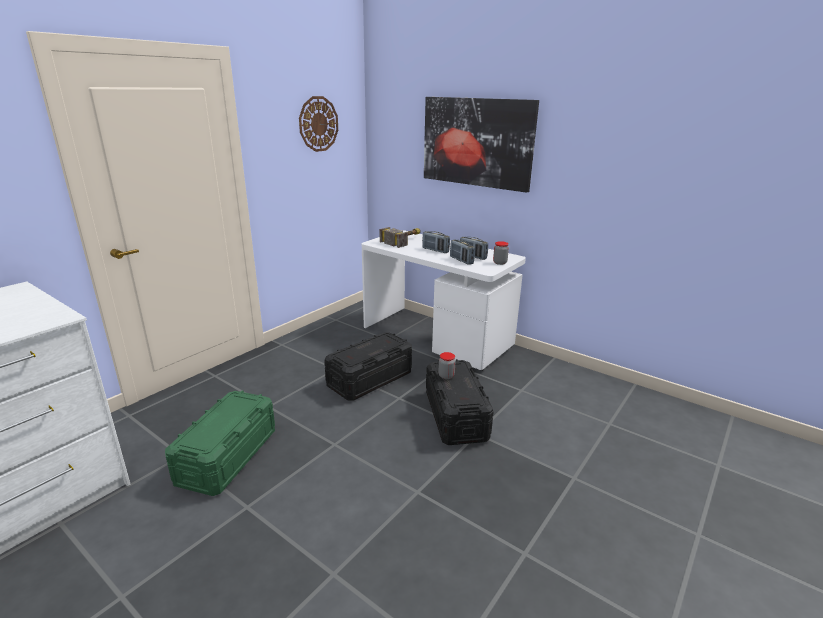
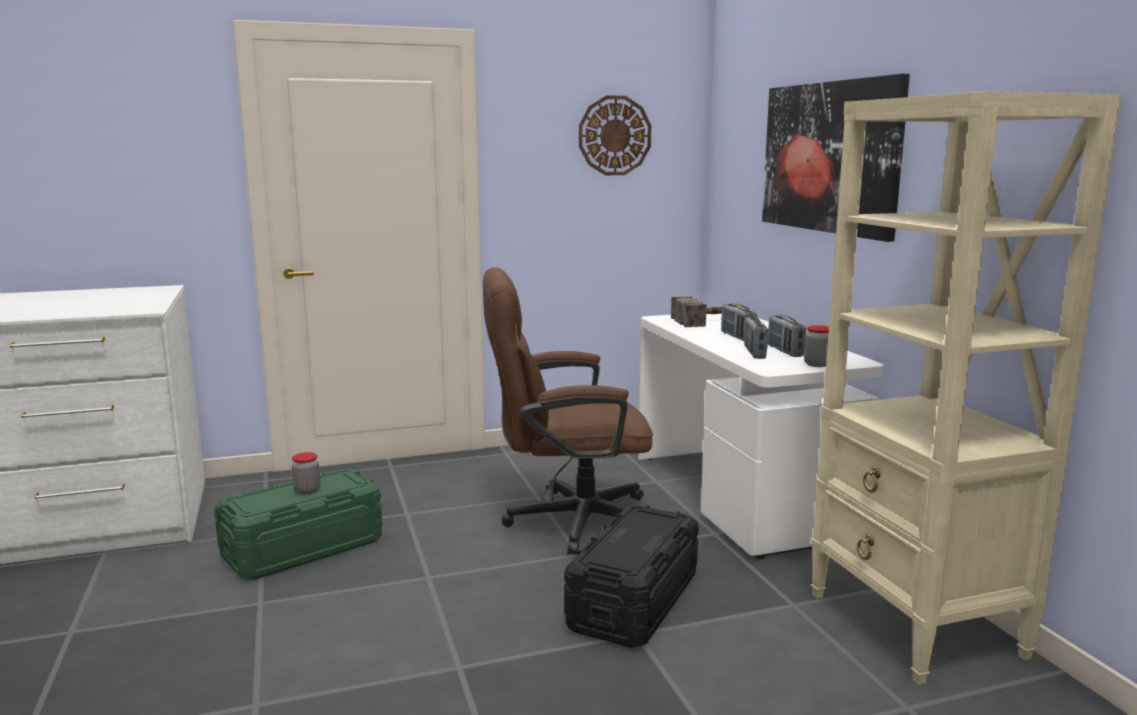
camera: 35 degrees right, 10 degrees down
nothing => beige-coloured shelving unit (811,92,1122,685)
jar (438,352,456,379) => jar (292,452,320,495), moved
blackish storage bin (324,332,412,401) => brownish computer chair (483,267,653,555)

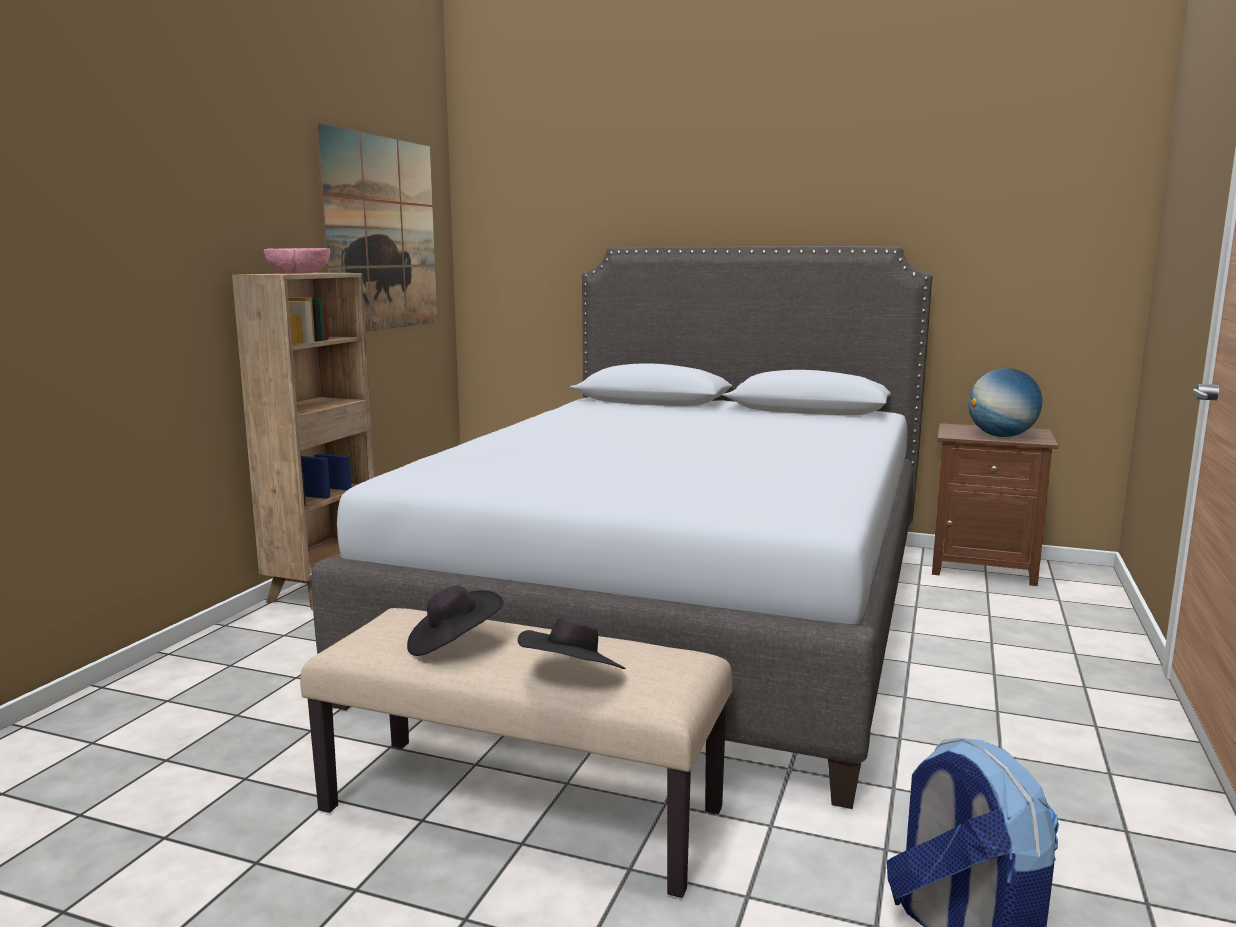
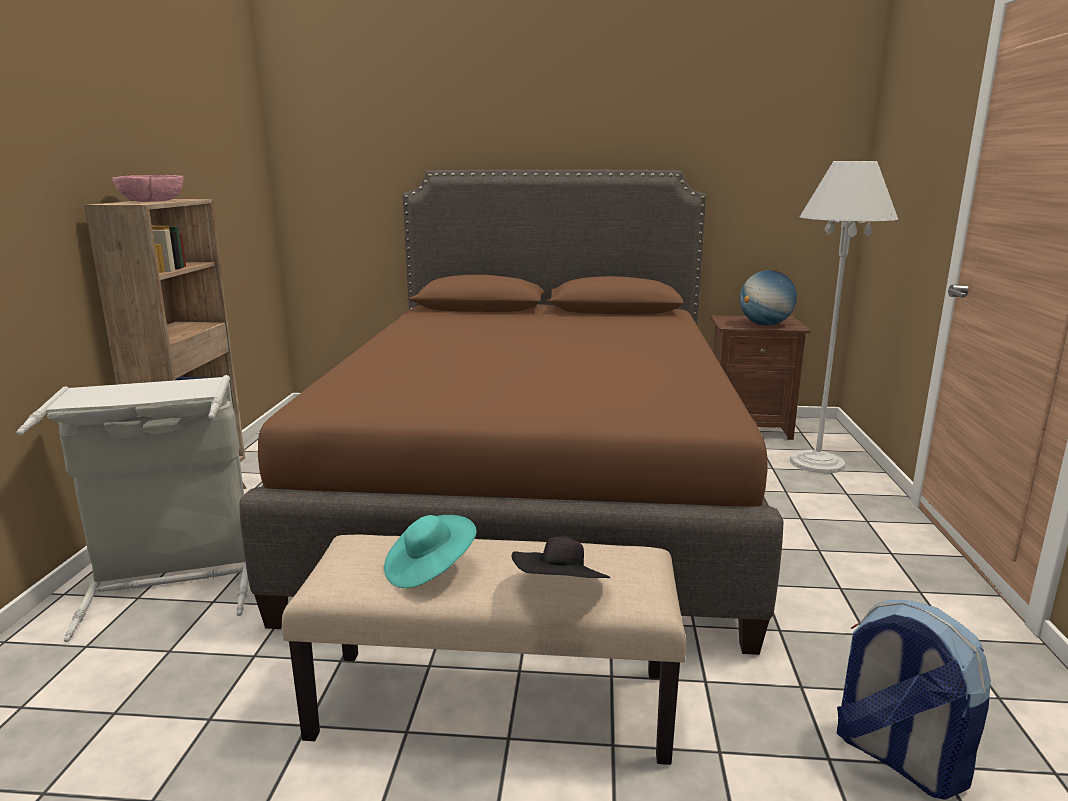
camera: 15 degrees left, 5 degrees up
wall art (316,123,437,331) => nothing
nothing => gray hamper (16,375,248,642)
nothing => white-coloured floor lamp (790,161,898,474)
gray sleeping bed (312,246,932,809) => brownish sleeping bed (239,170,783,655)
blackish clothing hat (407,586,503,656) => blue-green clothing hat (384,515,477,588)

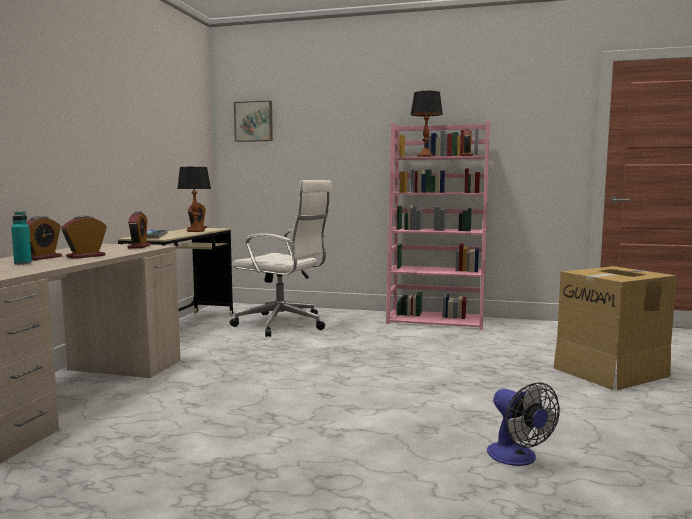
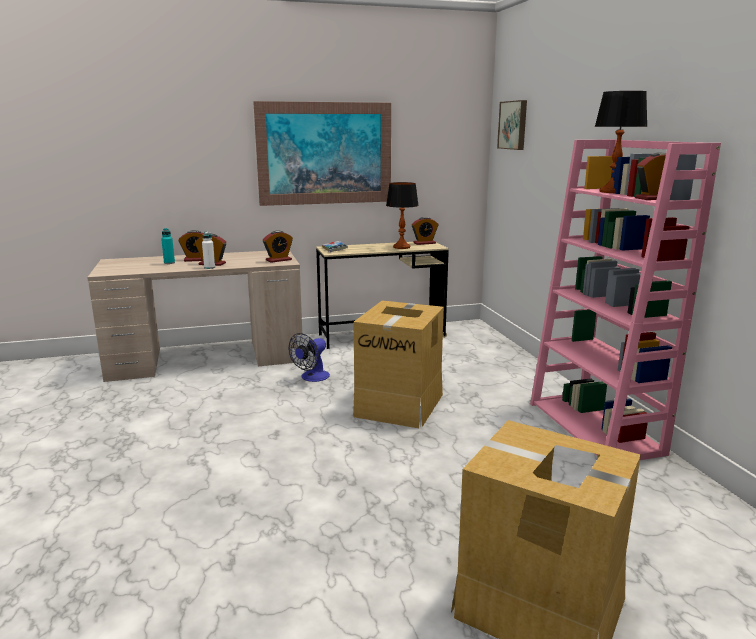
camera: 60 degrees right, 10 degrees up
white-coloured computer chair (230,180,332,337) => nothing
nothing => white-coloured bottle (202,232,215,269)
nothing => wall art (253,101,391,206)
nothing => cardboard box (353,301,444,428)
electric fan (487,382,560,466) => electric fan (289,333,330,382), moved

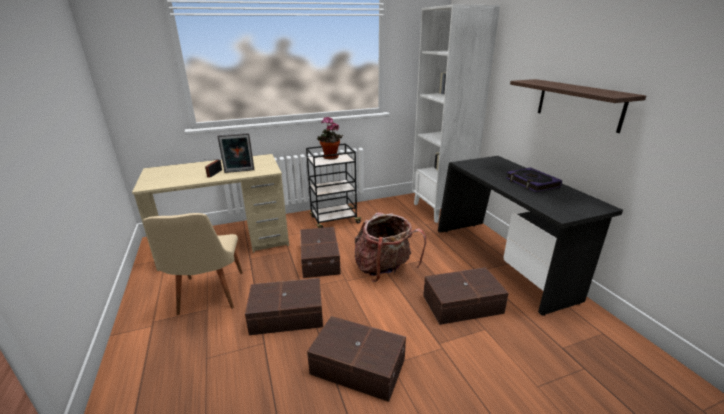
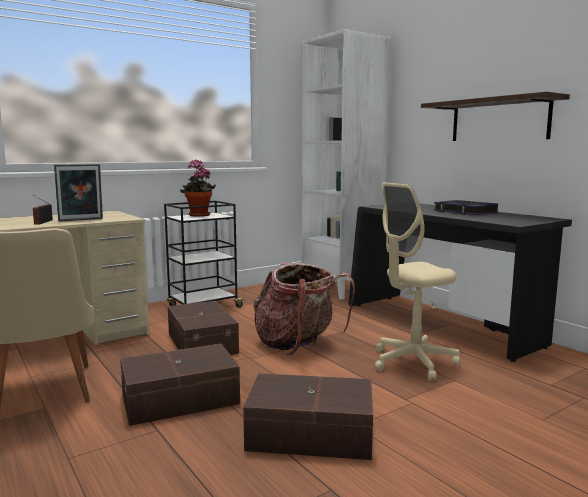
camera: 15 degrees left, 15 degrees down
brownish storage bin (423,267,509,325) => beige-coloured computer chair (375,182,460,381)

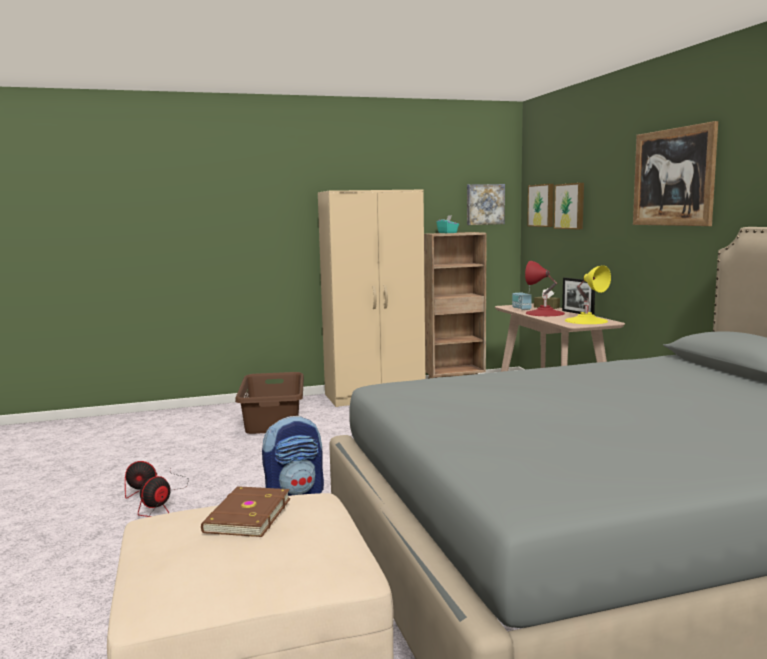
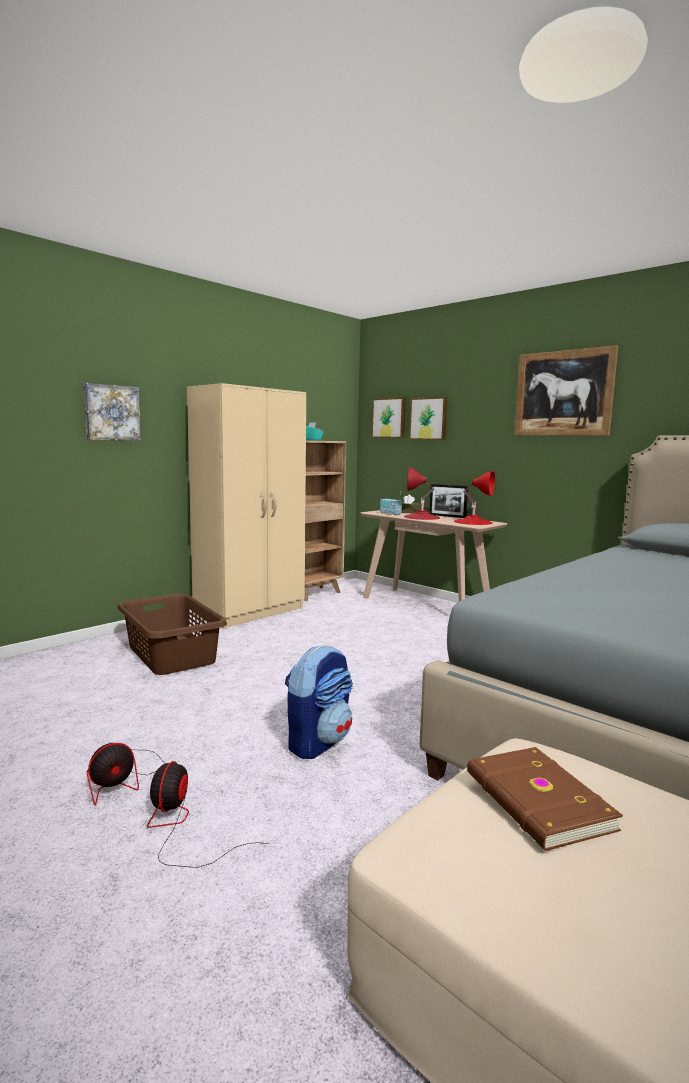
camera: 30 degrees left, 0 degrees up
wall art (467,184,505,225) => wall art (83,383,141,441), moved
yellow tabletop lamp (565,265,611,324) => reddish tabletop lamp (454,471,495,525)

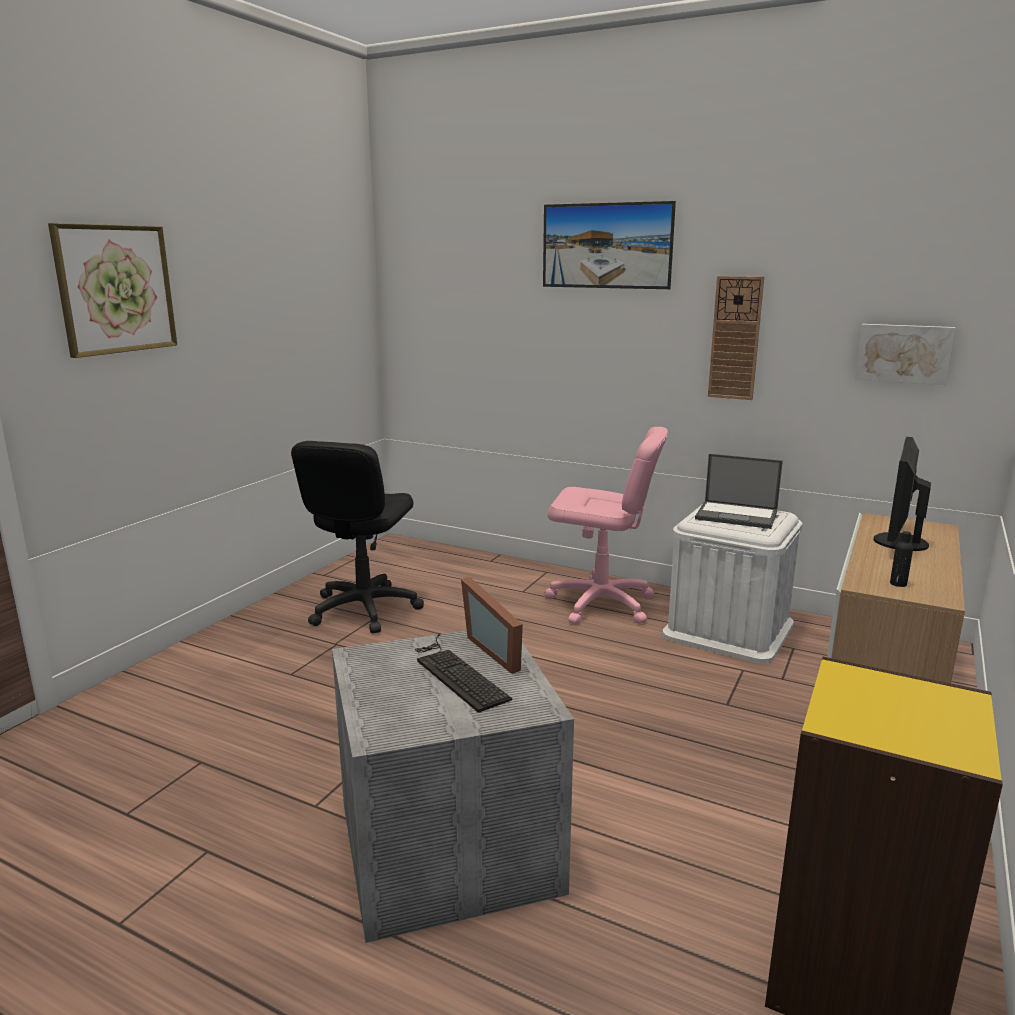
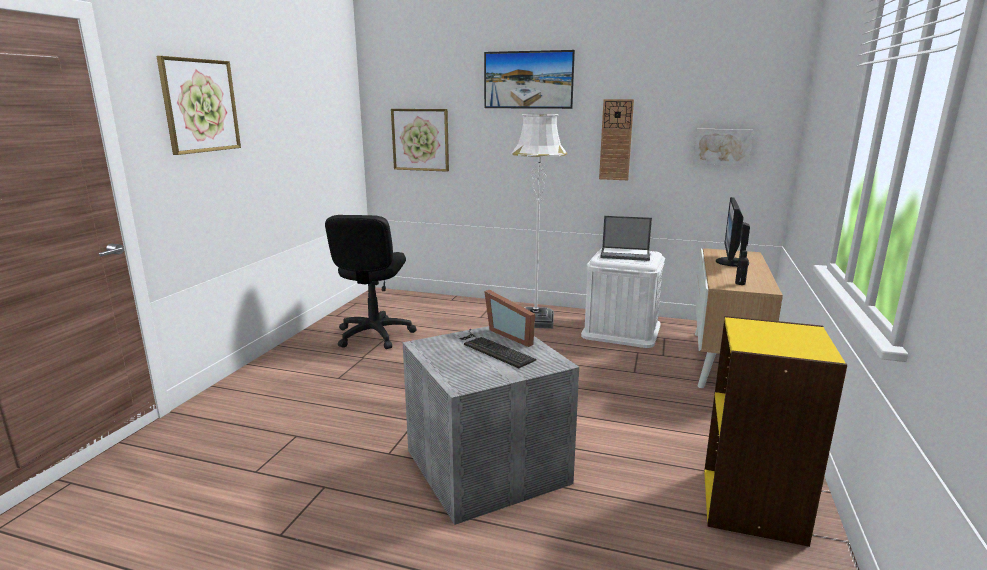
camera: 10 degrees left, 0 degrees up
nothing => wall art (391,109,449,172)
pinkish computer chair (544,427,668,625) => white-coloured floor lamp (511,114,567,329)

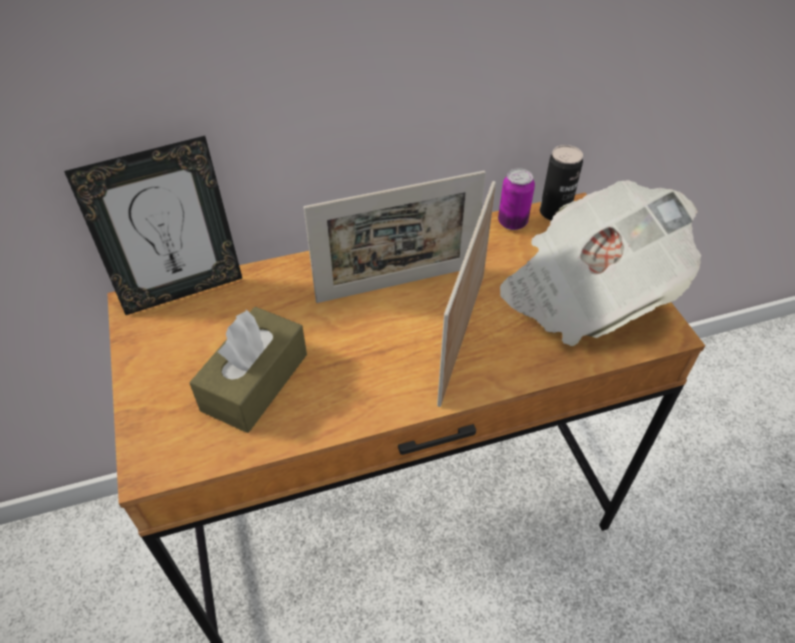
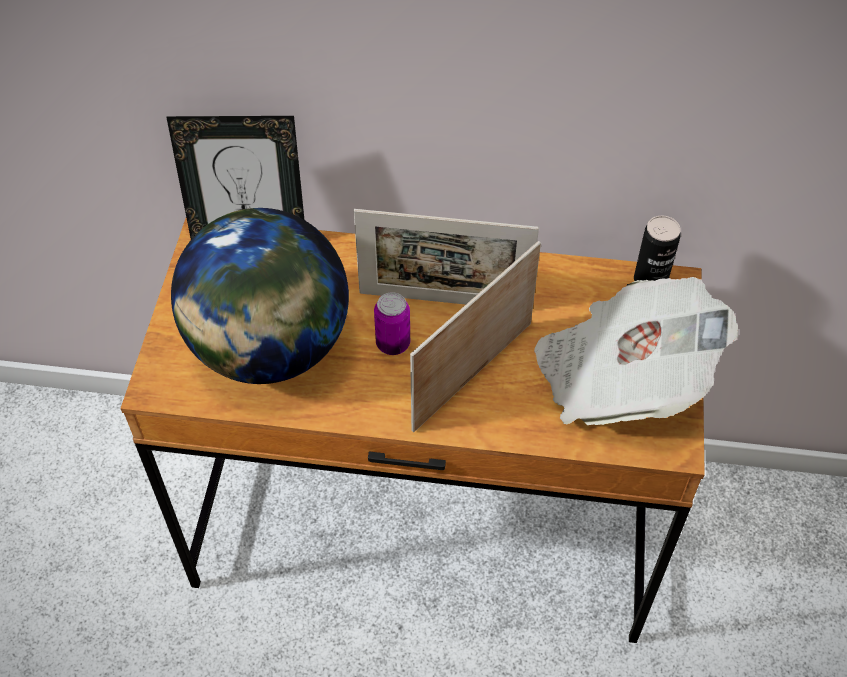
camera: 25 degrees right, 5 degrees up
sealed can (498,168,535,230) => sealed can (374,292,410,355), moved
brownish tissue box (189,307,307,433) => globe (171,208,349,384)

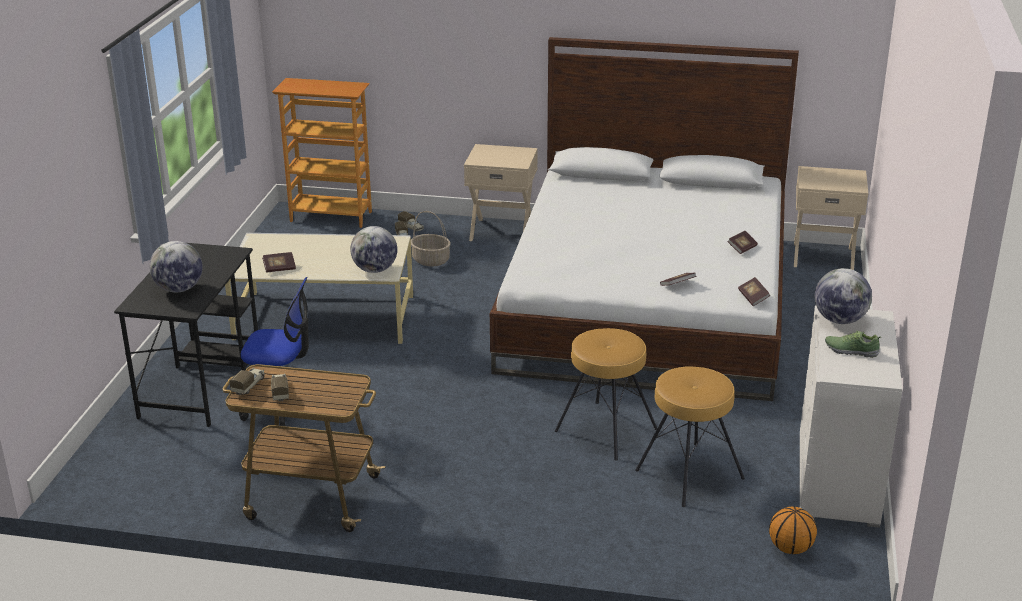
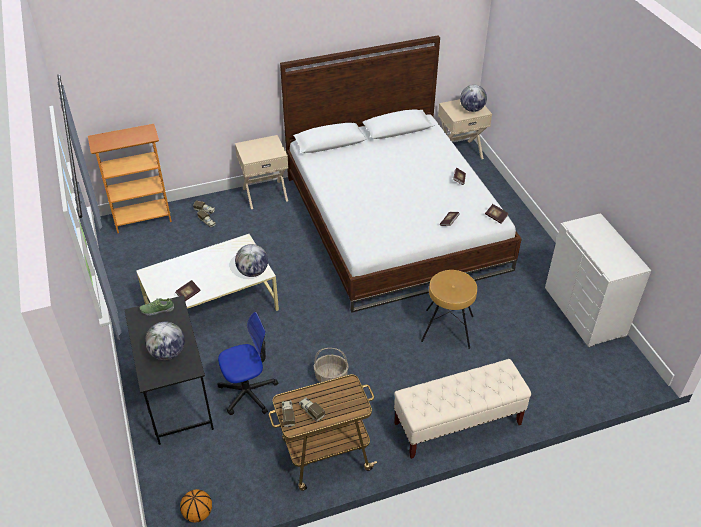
camera: 30 degrees left, 15 degrees up
brownish stool (635,366,745,507) => nothing
nothing => beige-coloured long seat (394,359,531,459)
storage basket (411,211,451,267) => storage basket (314,348,349,382), moved
basketball (769,507,817,554) => basketball (180,489,212,523), moved
globe (815,268,872,324) => globe (460,85,487,112), moved
shoe (825,330,882,358) => shoe (139,298,174,316), moved

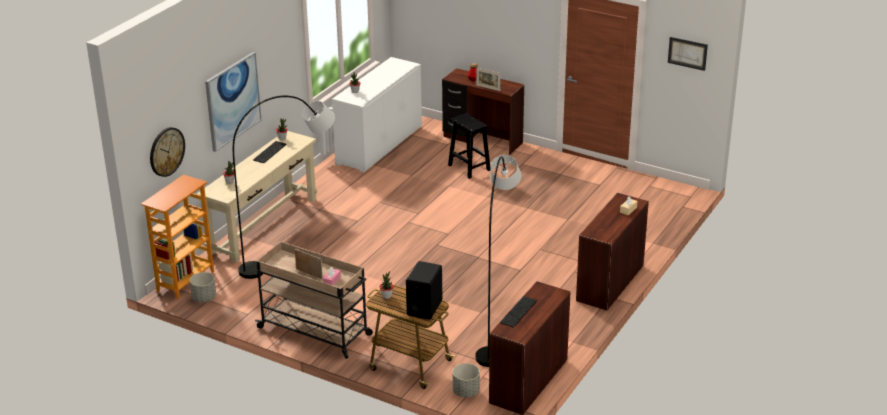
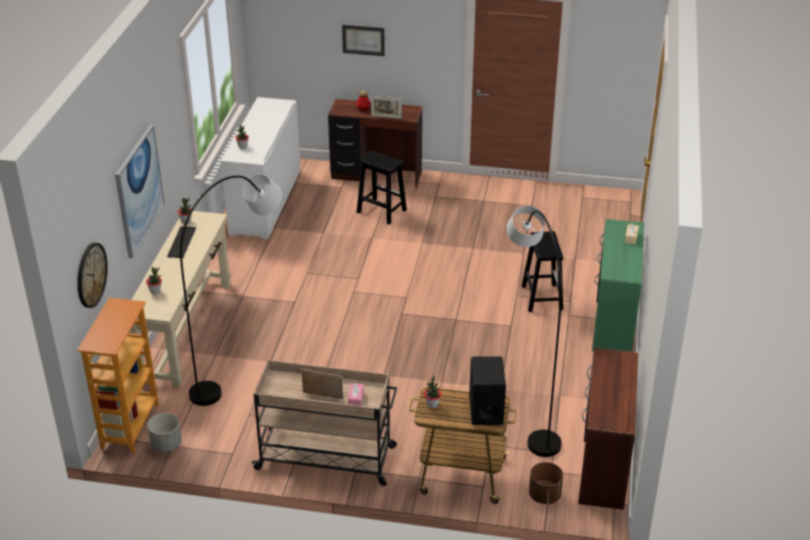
camera: 20 degrees left, 5 degrees up
computer keyboard (500,296,537,328) => nothing
nothing => blackish stool (522,231,563,312)
wall art (668,37,708,71) => wall art (342,25,385,56), moved
gray planter (452,363,480,398) => brownish planter (529,462,563,504)
brownish desk unit (576,193,649,310) => green-coloured desk unit (592,219,644,352)

